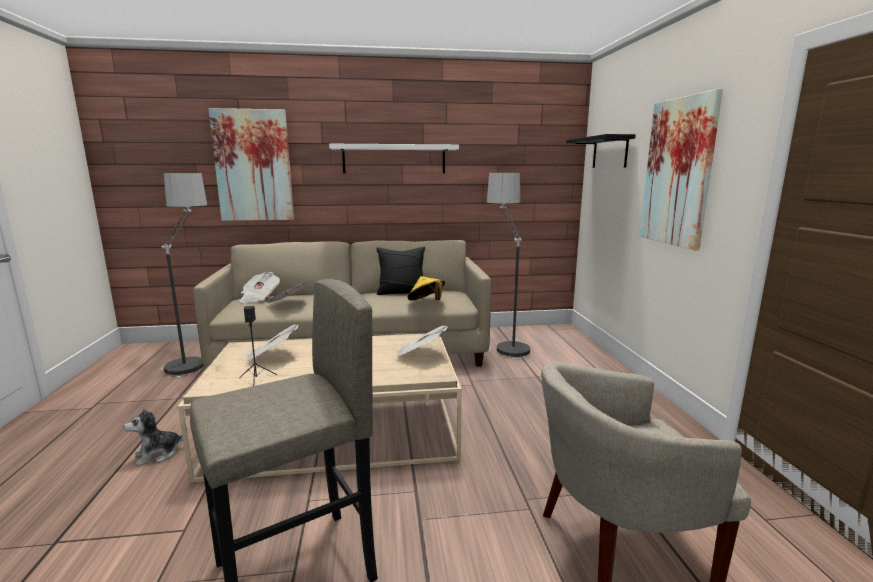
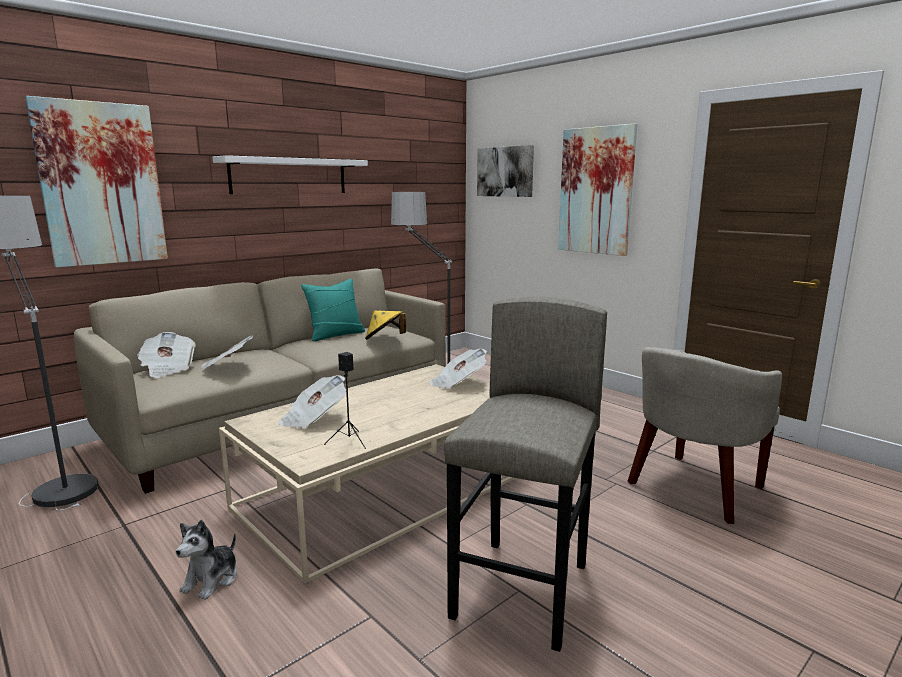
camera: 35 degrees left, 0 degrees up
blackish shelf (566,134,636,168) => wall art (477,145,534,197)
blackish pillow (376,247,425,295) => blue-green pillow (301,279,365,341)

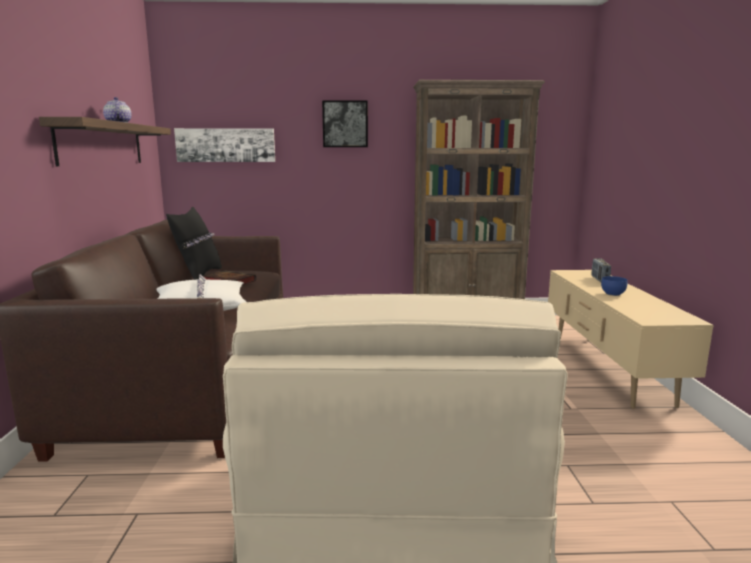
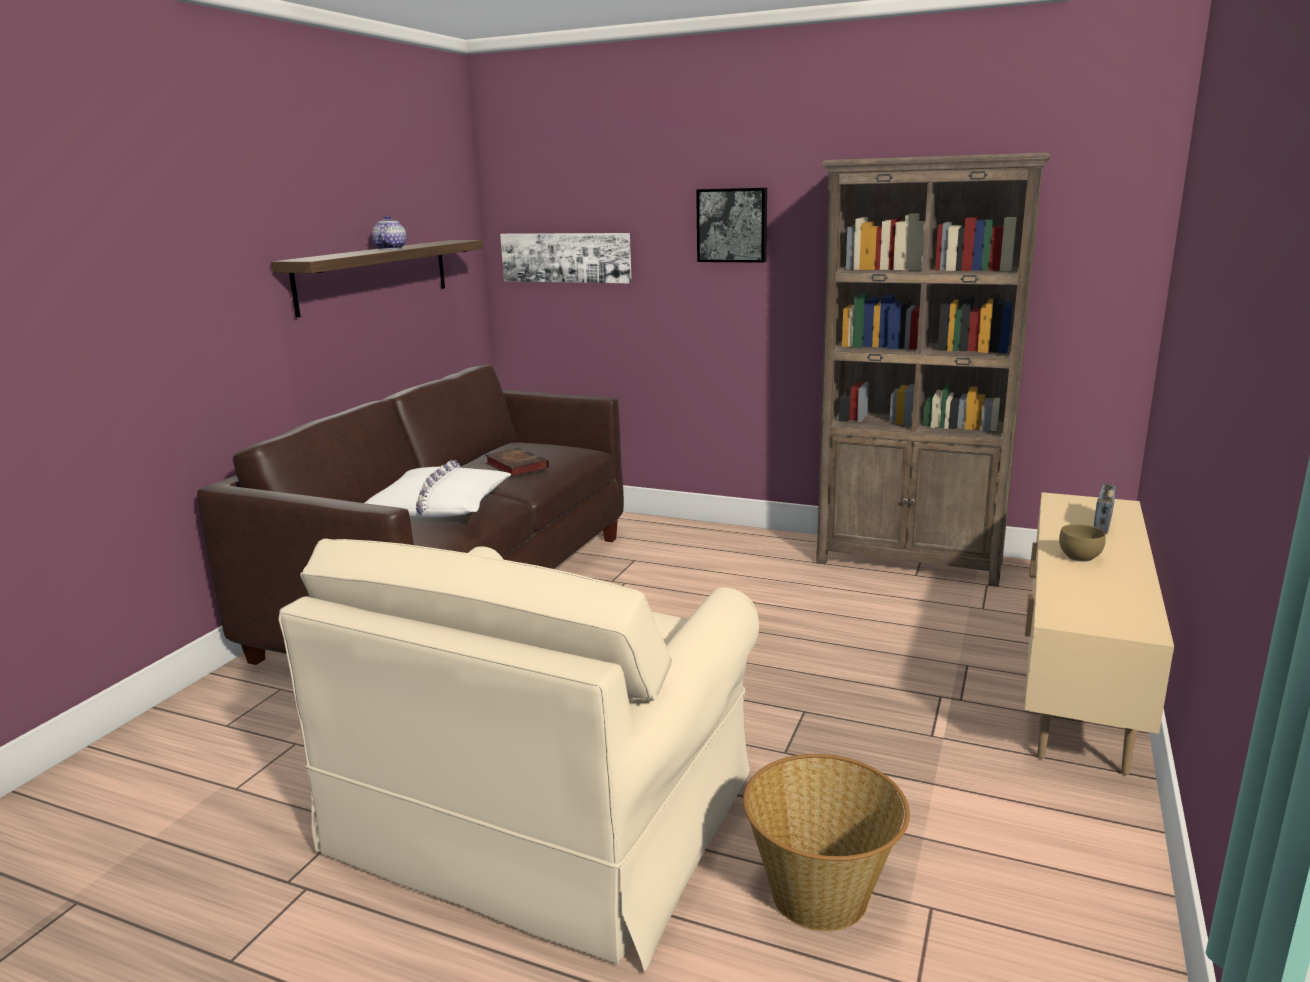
camera: 25 degrees right, 5 degrees up
blackish pillow (166,207,222,280) => nothing
nothing => storage basket (743,754,910,931)
blue-coloured serving bowl (601,276,627,296) => brownish serving bowl (1059,524,1106,562)

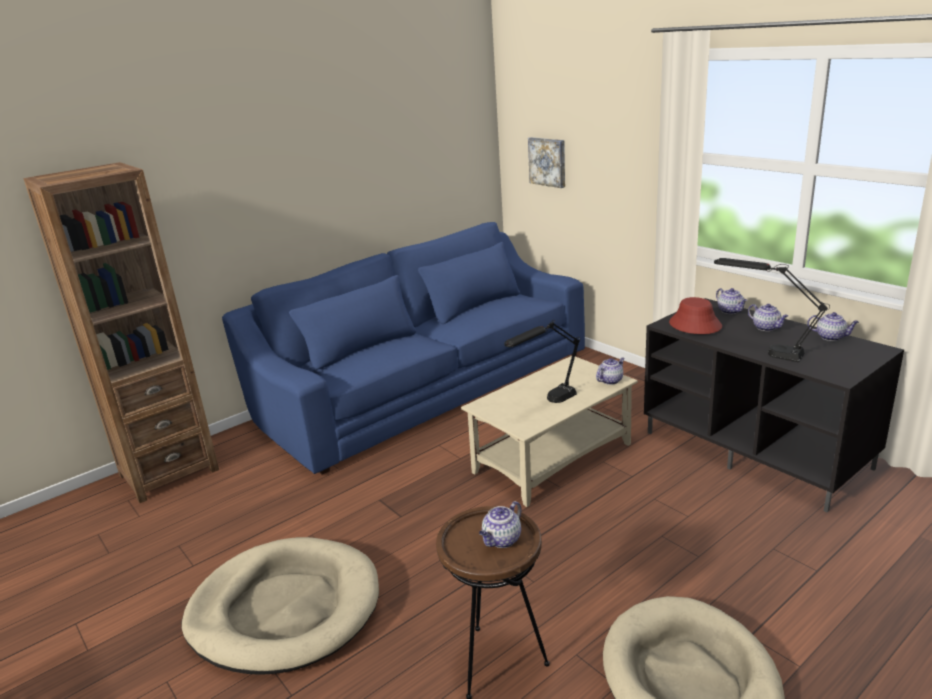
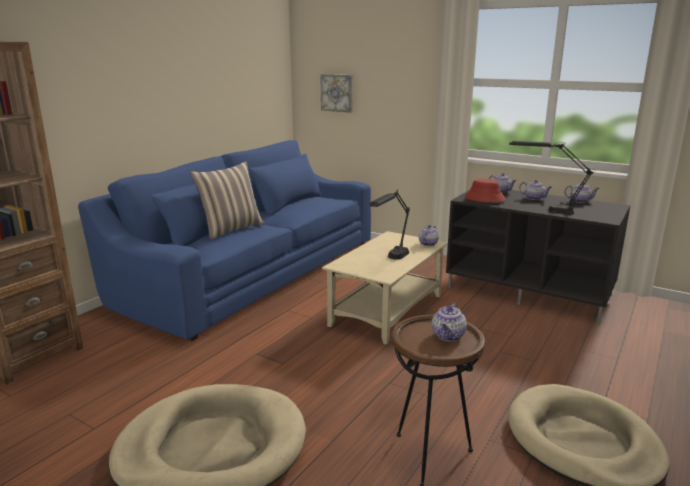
camera: 20 degrees left, 5 degrees down
nothing => pillow (190,162,264,240)

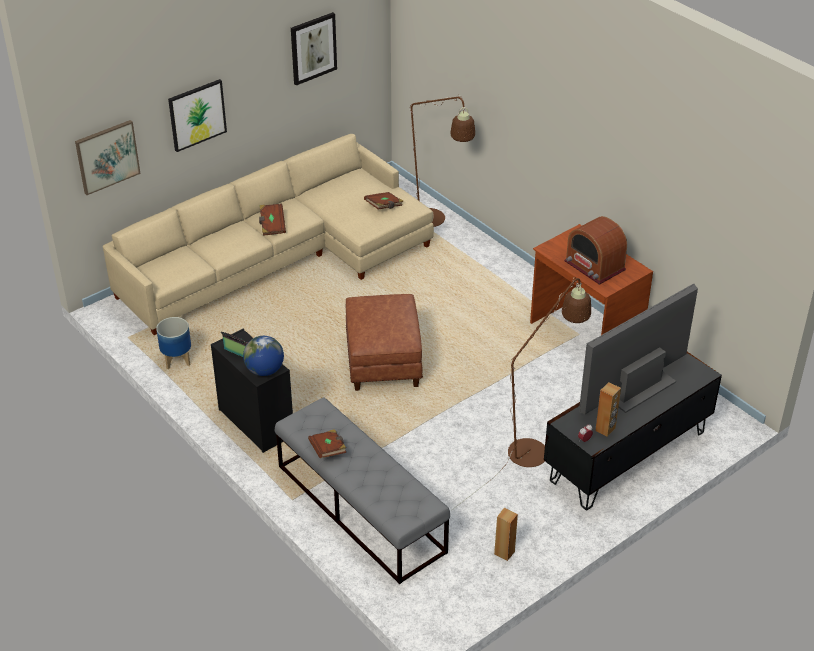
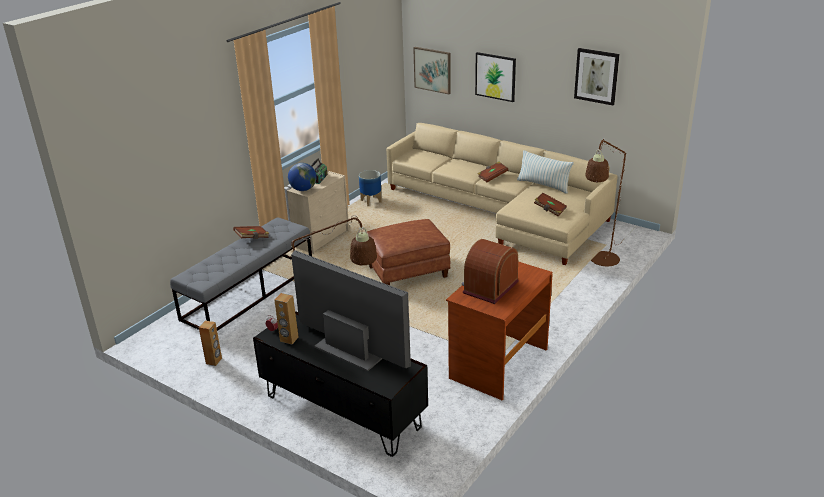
camera: 75 degrees right, 10 degrees down
nothing => pillow (517,150,574,194)
blackish chest of drawers (211,329,293,453) => beige-coloured chest of drawers (287,171,349,254)

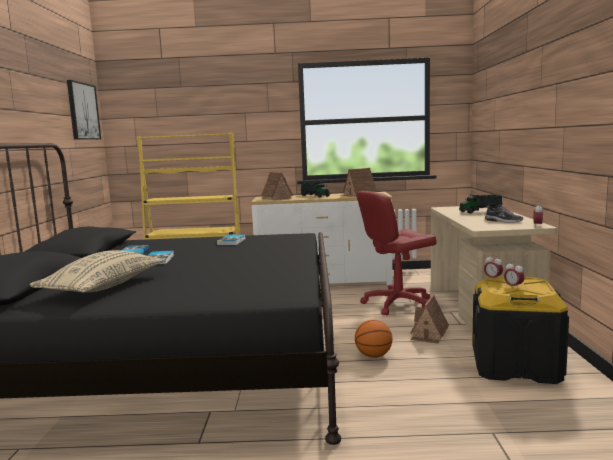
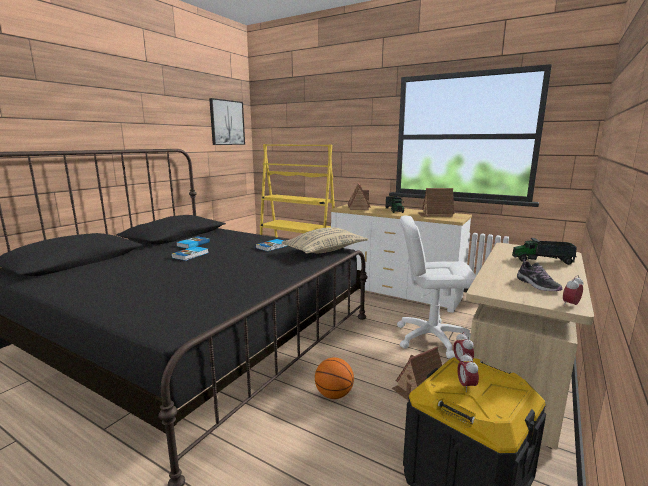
camera: 30 degrees right, 5 degrees up
beige-coloured pillow (30,250,167,293) => beige-coloured pillow (282,227,368,254), moved
reddish computer chair (356,191,437,315) => white-coloured computer chair (397,216,476,359)

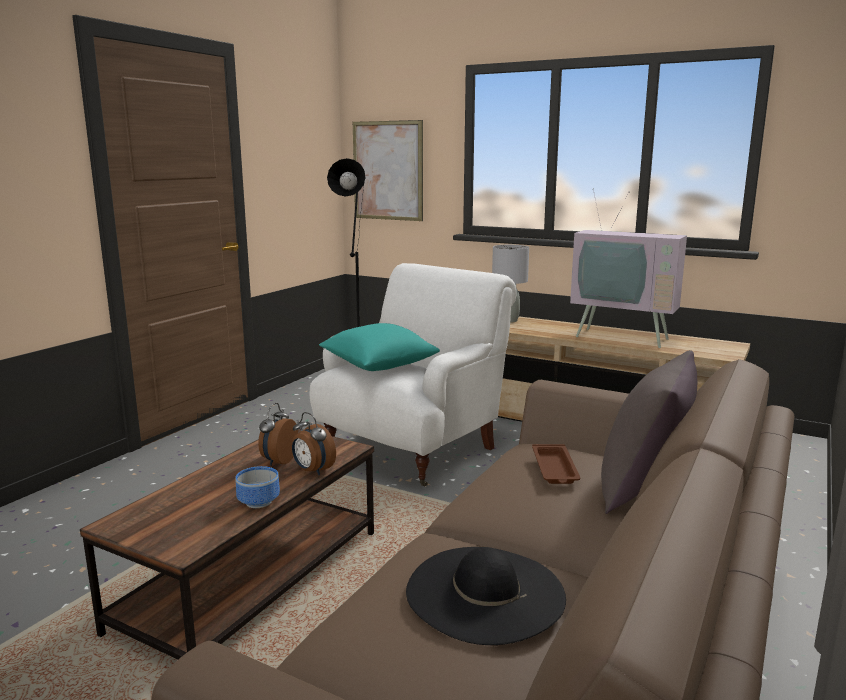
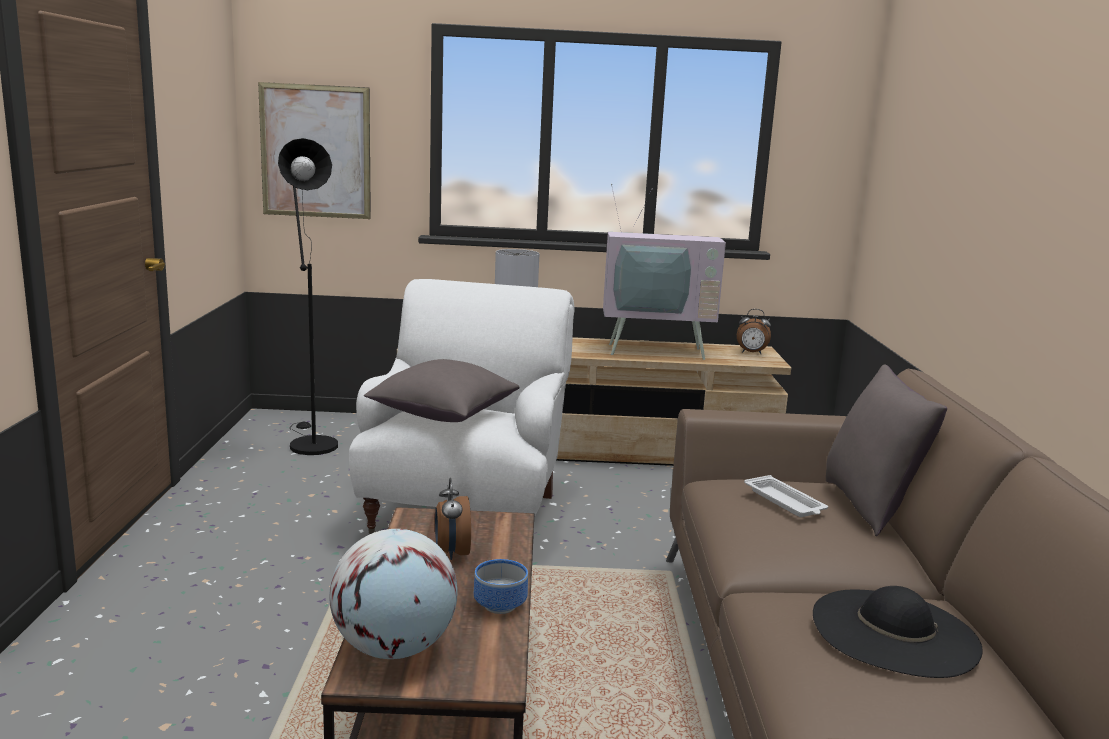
camera: 30 degrees left, 0 degrees up
nothing => globe (329,529,458,659)
alarm clock (292,412,336,475) => alarm clock (737,309,771,354), moved
blue-green pillow (319,323,440,371) => gray pillow (364,359,520,422)
brownish serving tray (532,444,580,484) => white-coloured serving tray (744,475,828,517)

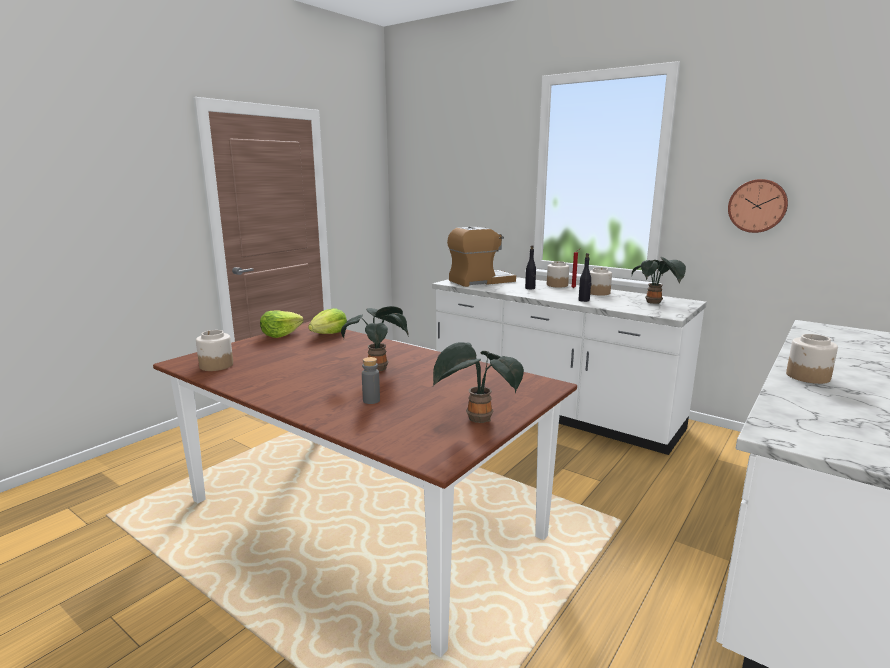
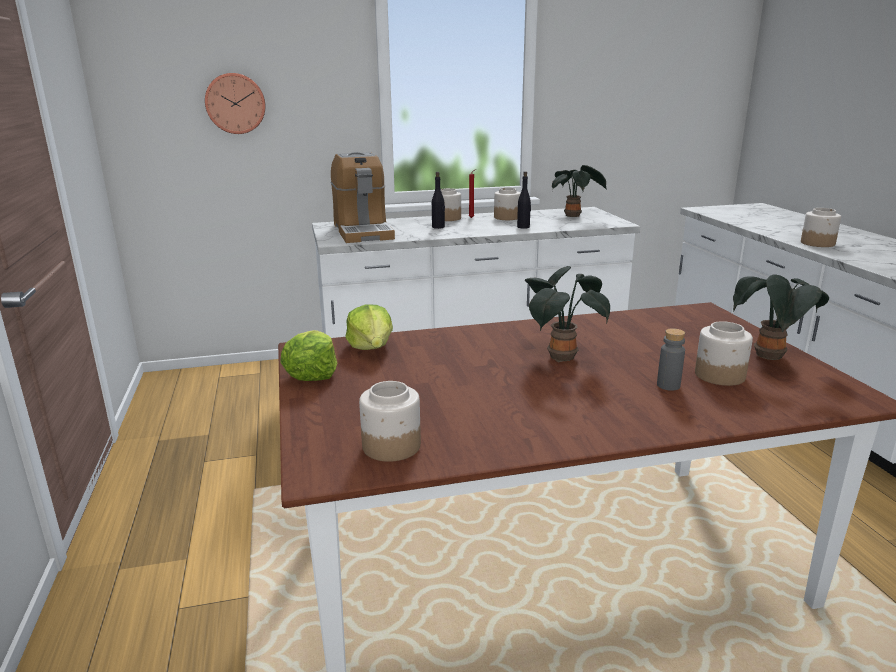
camera: 50 degrees left, 5 degrees up
nothing => jar (695,321,753,386)
hanging clock (728,179,788,233) => hanging clock (205,73,265,134), moved
coffee machine (447,227,516,287) => coffee machine (331,152,395,243), 150 degrees clockwise

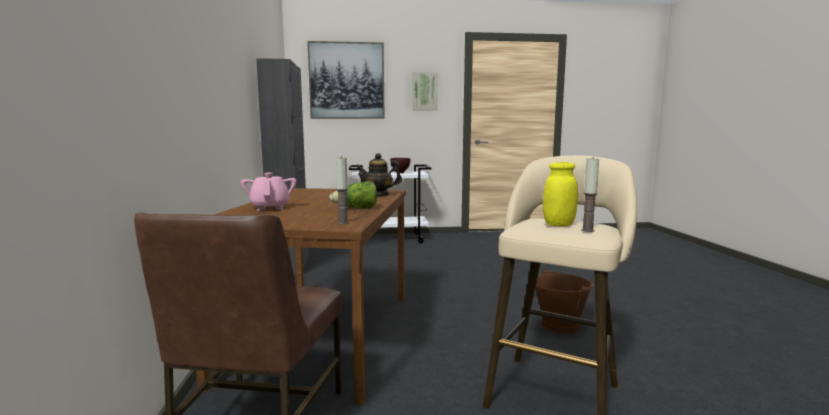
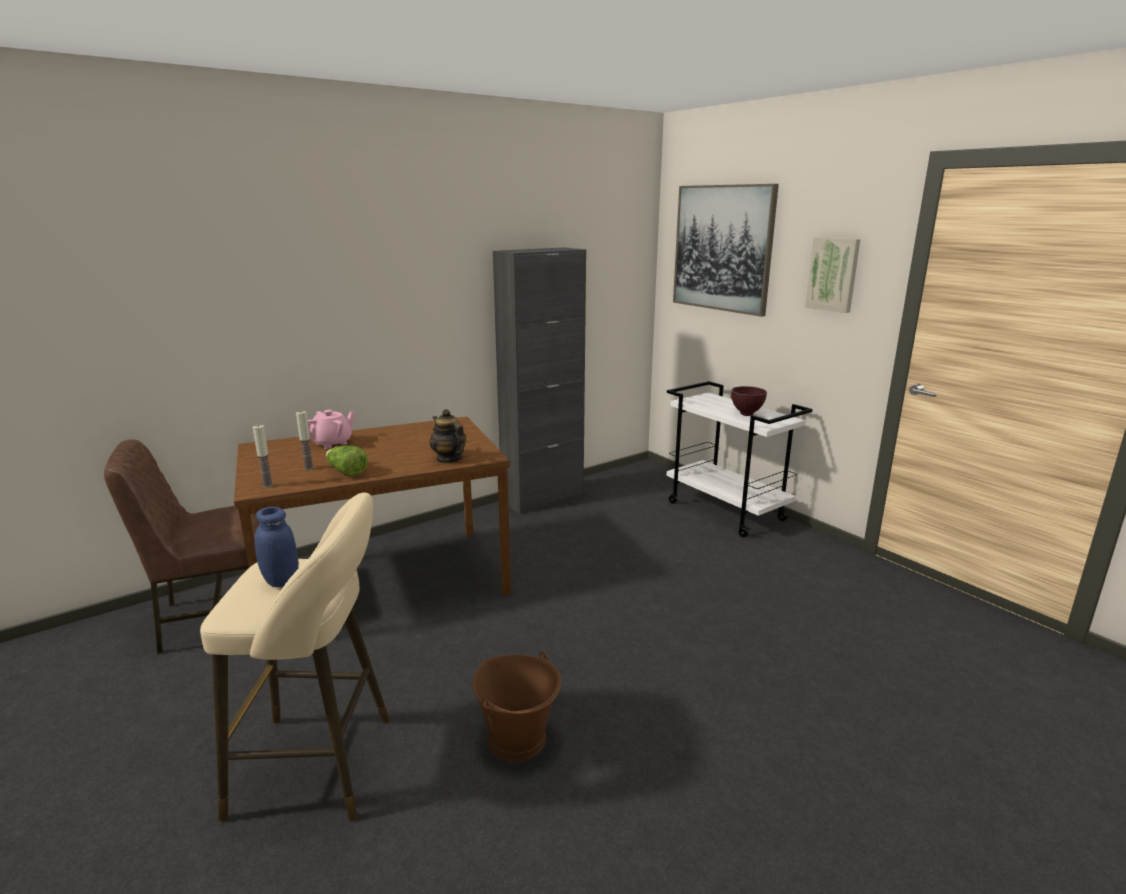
camera: 60 degrees right, 10 degrees up
wax candle (581,159,599,232) => wax candle (296,411,314,470), moved
yellow jar (543,162,578,226) => blue-coloured jar (255,507,299,588)

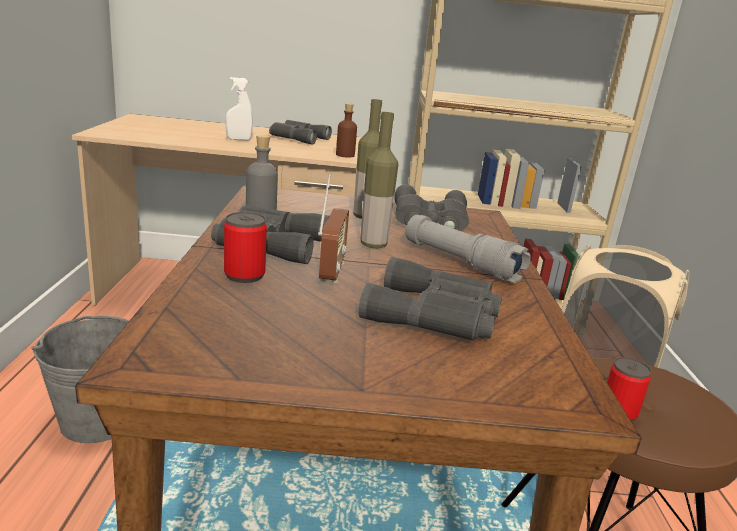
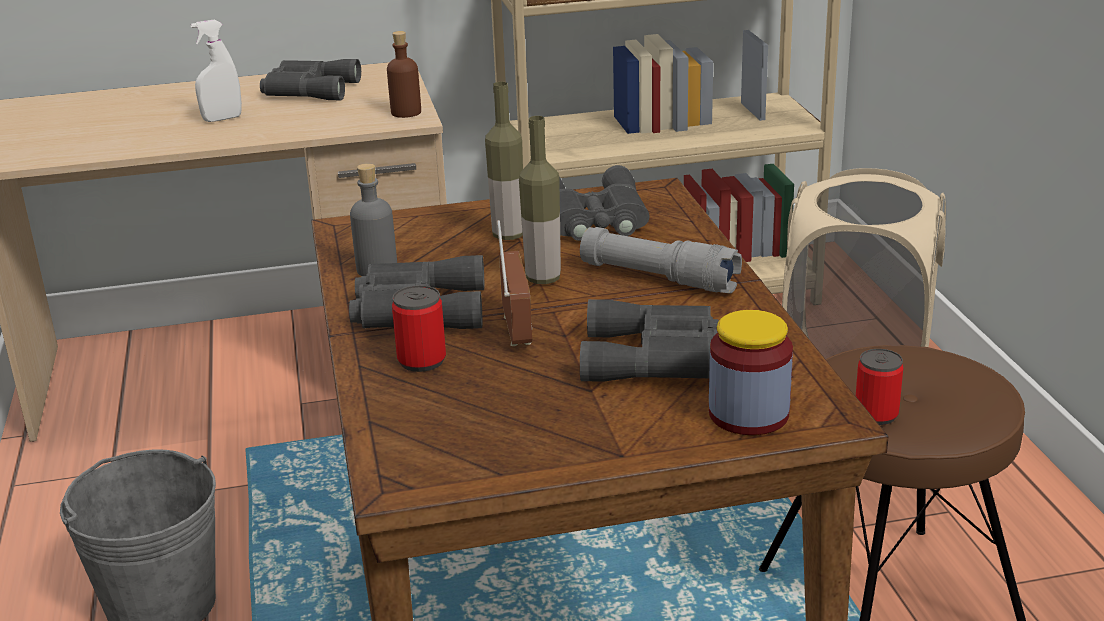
camera: 10 degrees left, 5 degrees up
nothing => jar (709,310,793,435)

